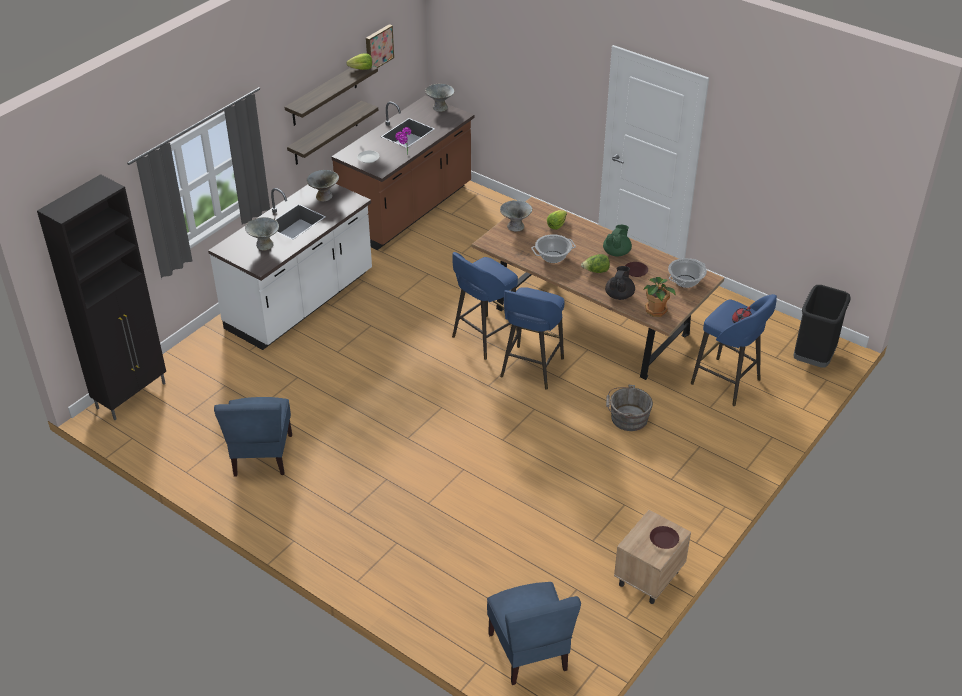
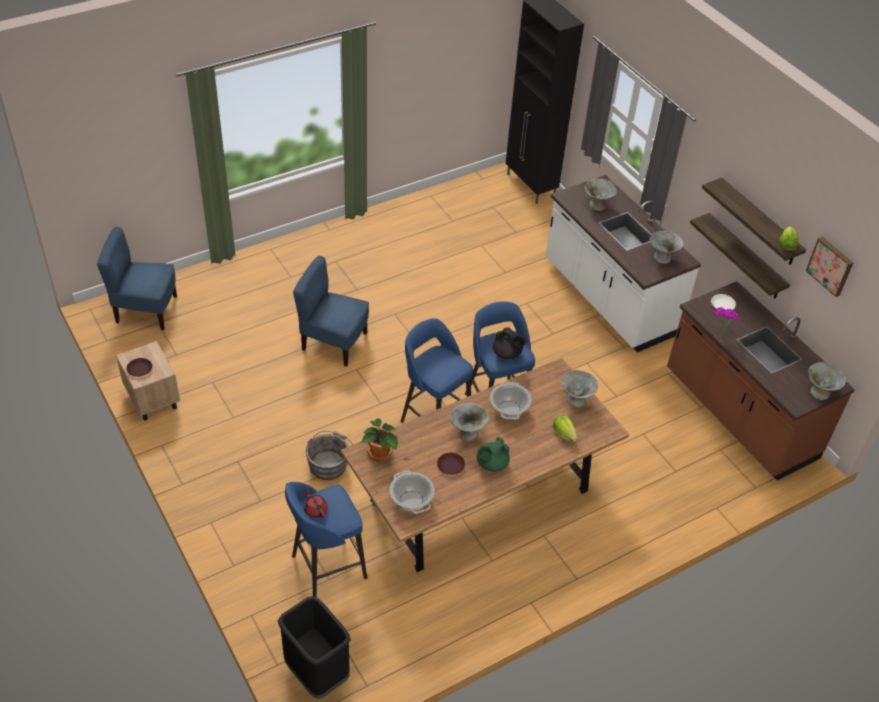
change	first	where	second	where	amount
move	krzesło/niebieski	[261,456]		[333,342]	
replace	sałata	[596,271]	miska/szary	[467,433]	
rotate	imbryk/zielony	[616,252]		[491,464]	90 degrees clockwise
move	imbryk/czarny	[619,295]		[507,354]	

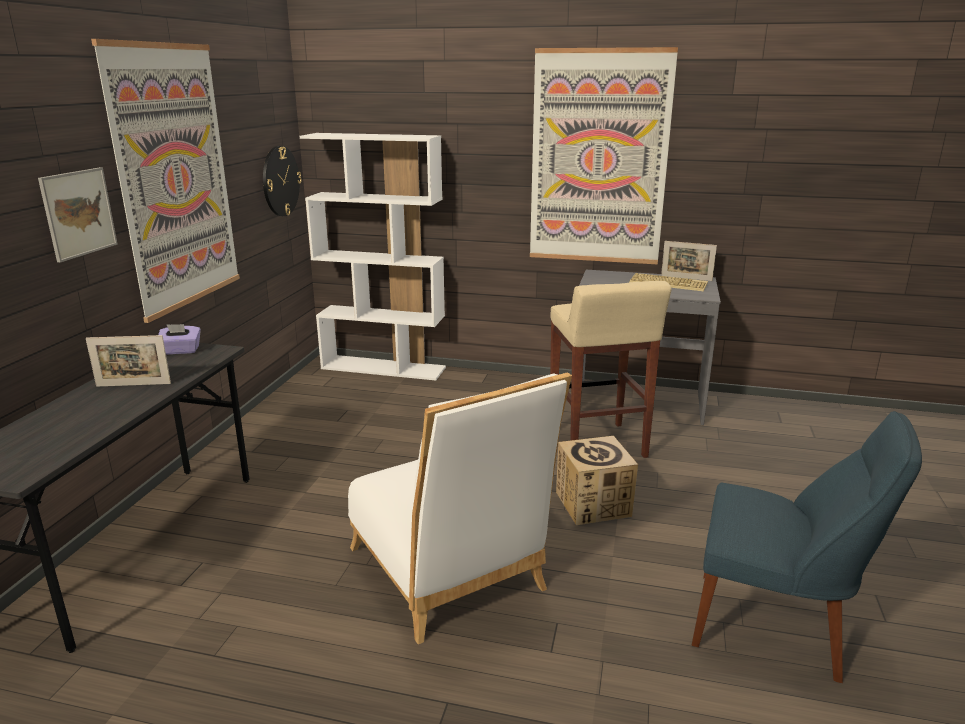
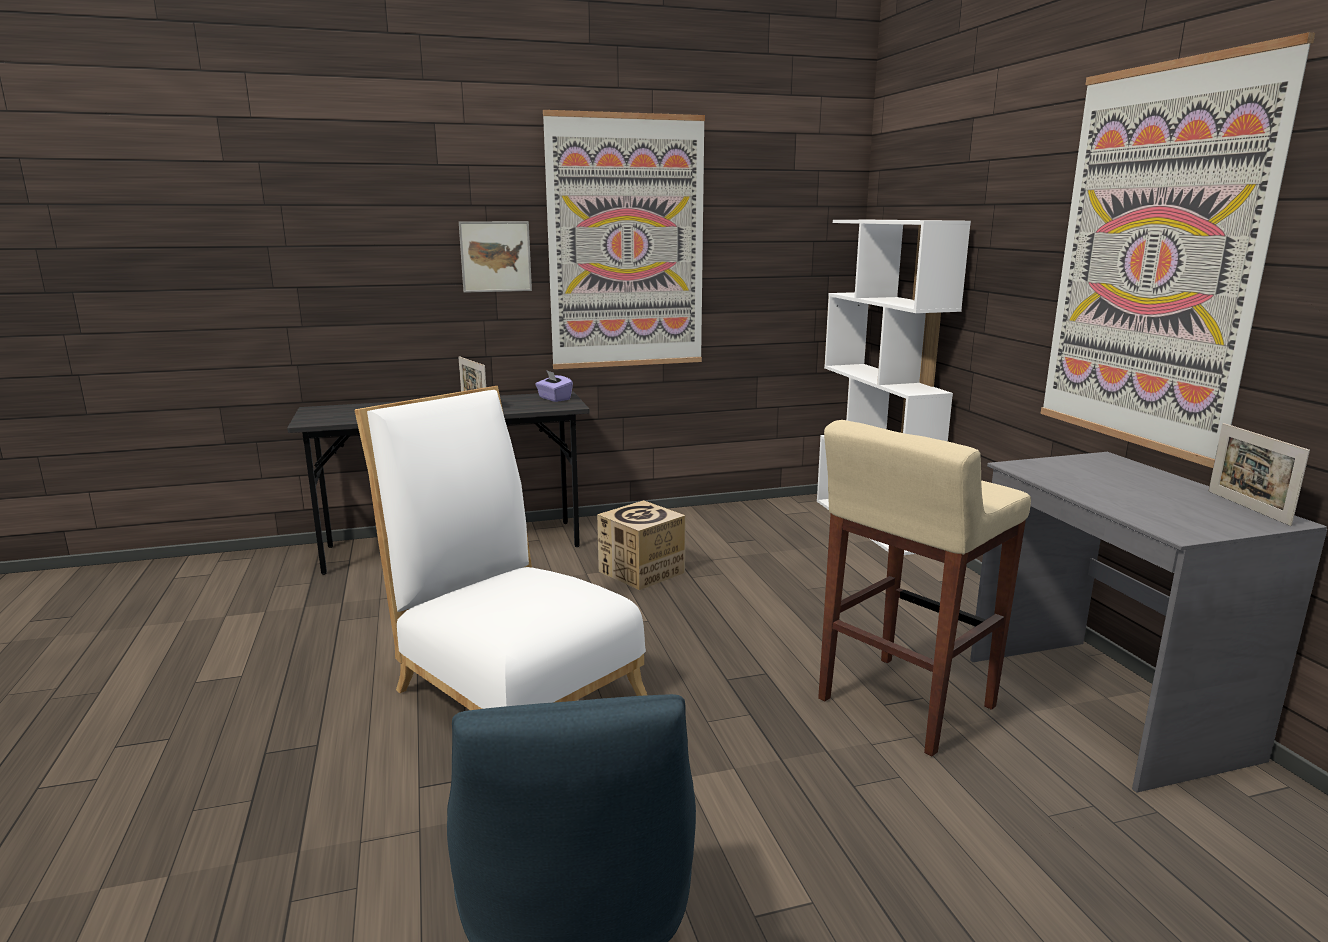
change	first	where	second	where	amount
delete	zegar ścienny	[280,181]			
rotate	krzesło/biały	[450,576]		[511,686]	105 degrees clockwise
move	karton	[593,504]		[641,572]	
delete	klawiatura	[669,283]			

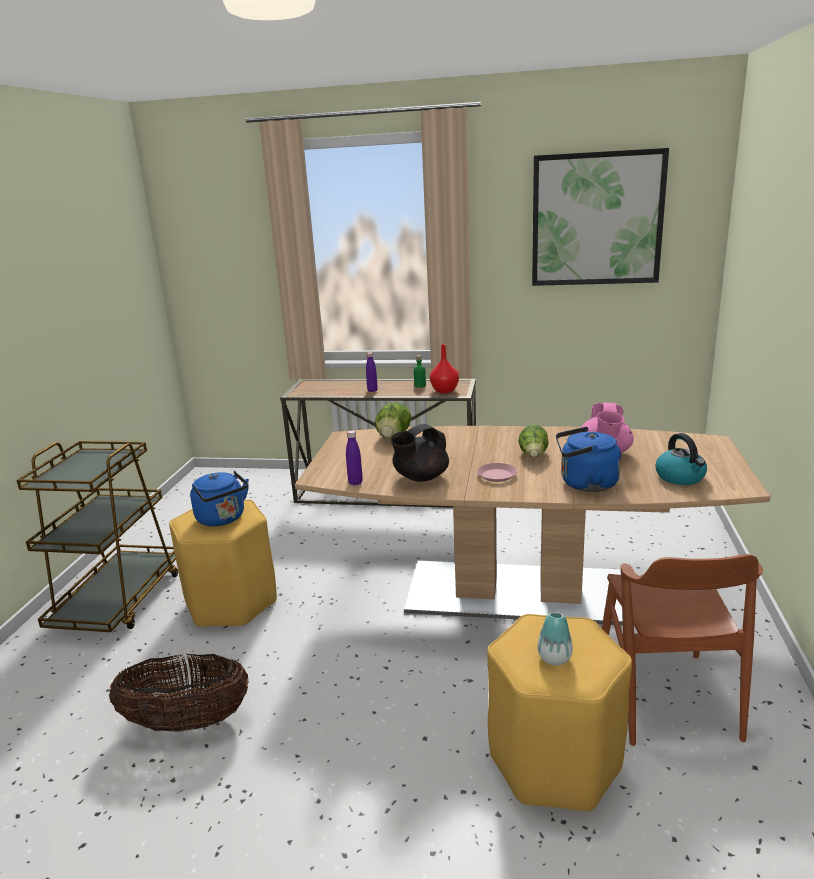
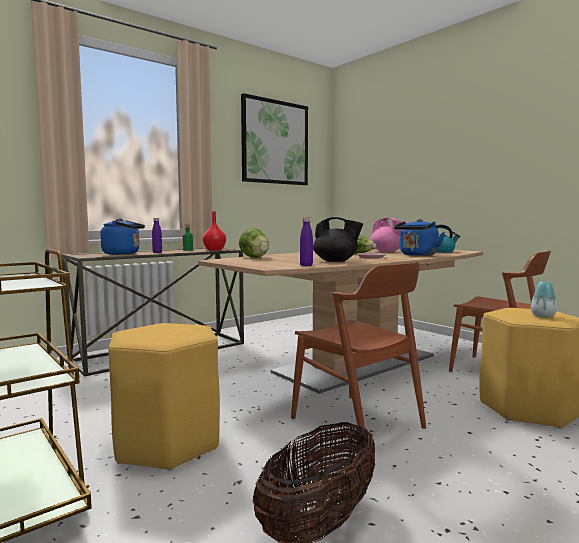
change	first	where	second	where	amount
move	czajnik/niebieski	[223,519]		[124,254]	
rotate	imbryk/czarny	[420,477]		[336,261]	75 degrees counterclockwise
insert			krzesło/brązowy	[357,423]	

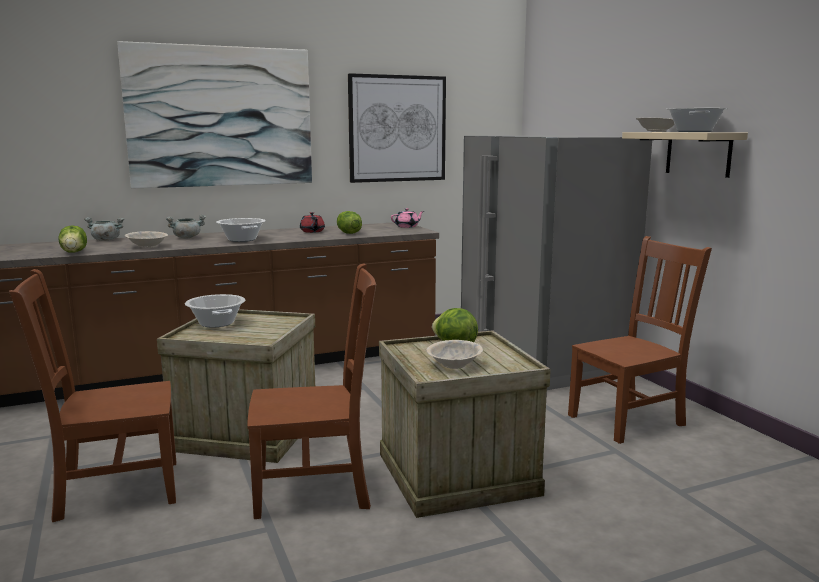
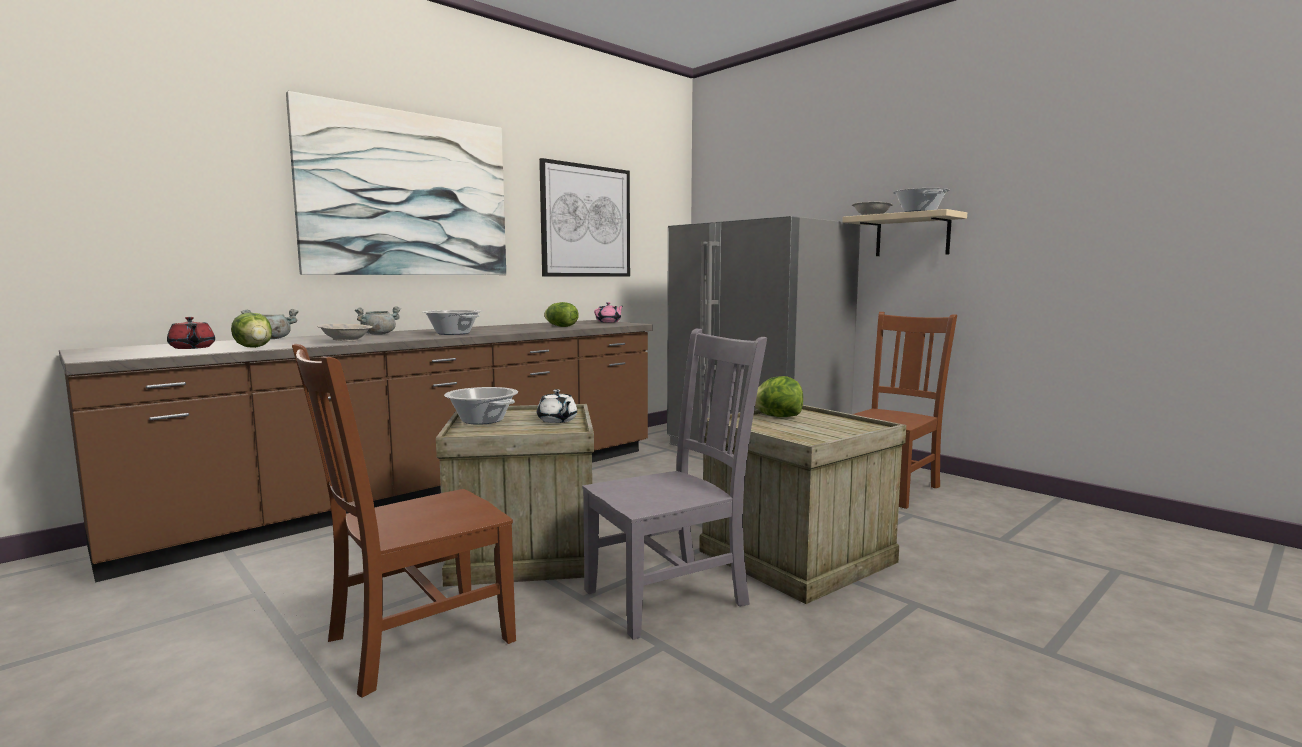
change	first	where	second	where	amount
recolor	krzesło/brązowy	[316,489]	krzesło/szary	[670,596]	
move	imbryk/czerwony	[312,231]		[192,348]	
delete	miska/beżowy	[454,365]			
insert			imbryk/biały	[557,420]	

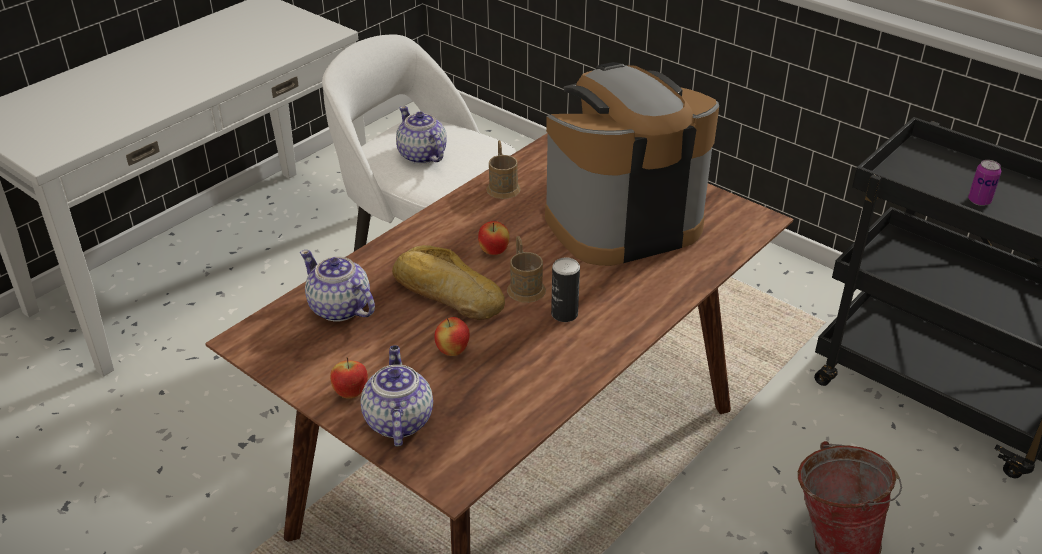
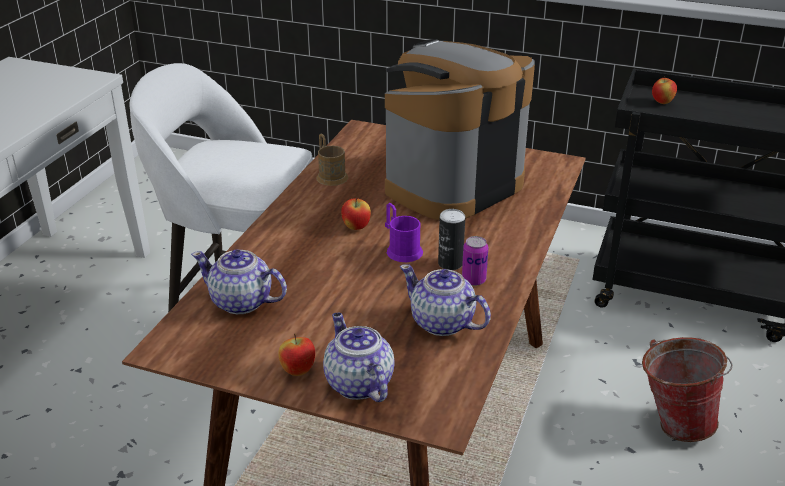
change	first	where	second	where	amount
delete	chleb	[446,294]			
move	imbryk	[422,156]		[442,323]	
move	jabłko	[452,351]		[662,102]	
recolor	kubek/brązowy	[524,286]	kubek/fioletowy	[401,249]	
move	puszka	[979,201]		[473,280]	

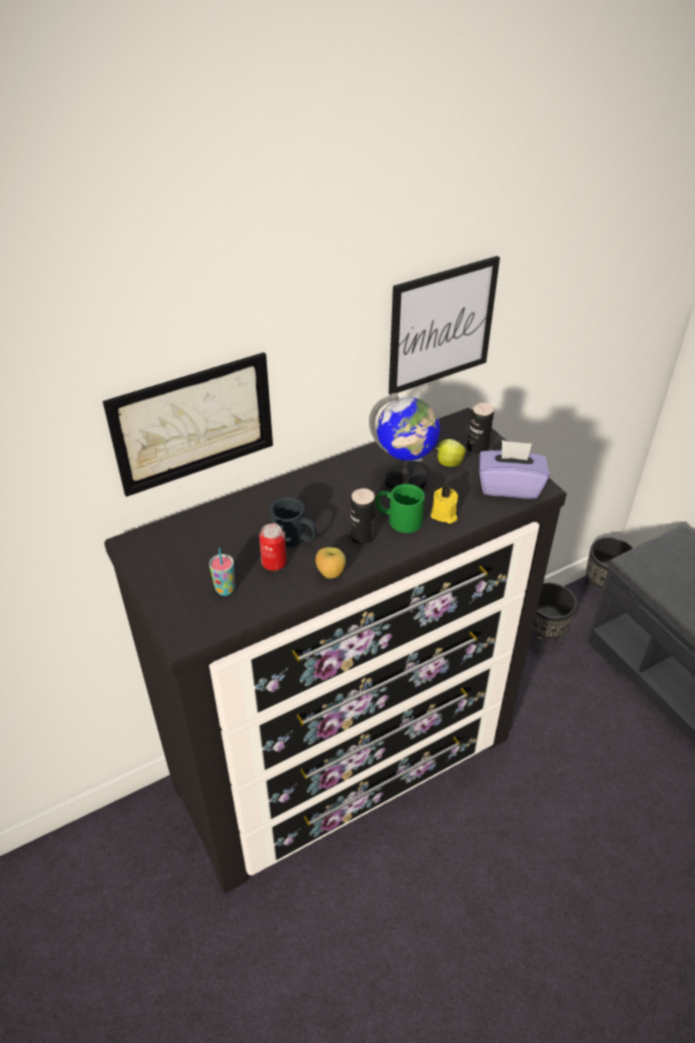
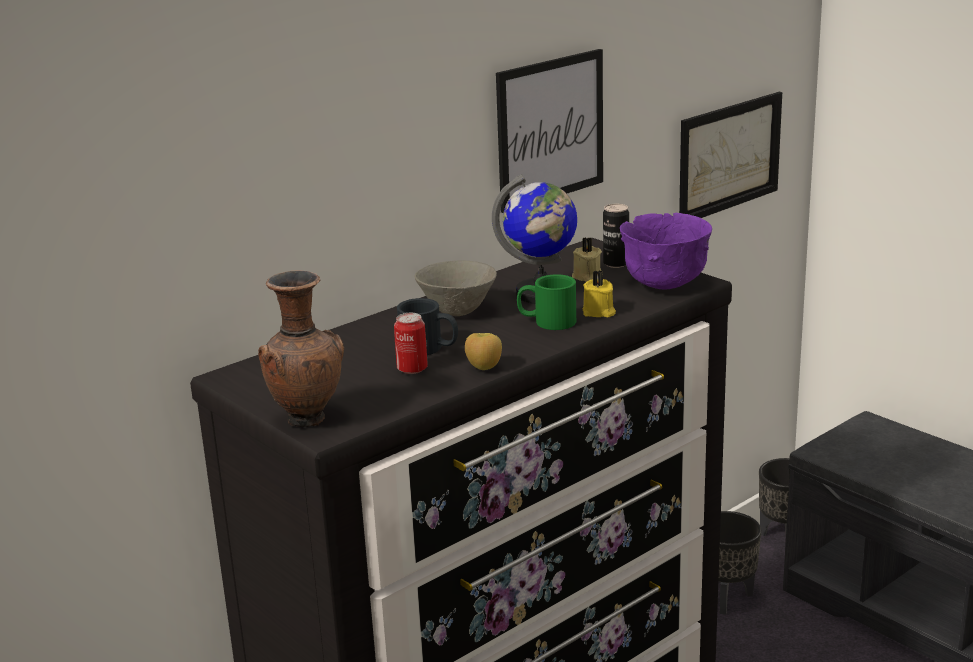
change	first	where	second	where	amount
move	obraz	[193,423]		[729,156]	
delete	filiżanka	[225,589]			
delete	puszka	[362,537]			
replace	jabłko	[448,463]	świeca/beżowy	[587,277]	
replace	pudełko chusteczek/fioletowy	[509,486]	miska/fioletowy	[665,285]	
insert			wazon/brązowy	[307,419]	
insert			miska/szary	[457,311]	

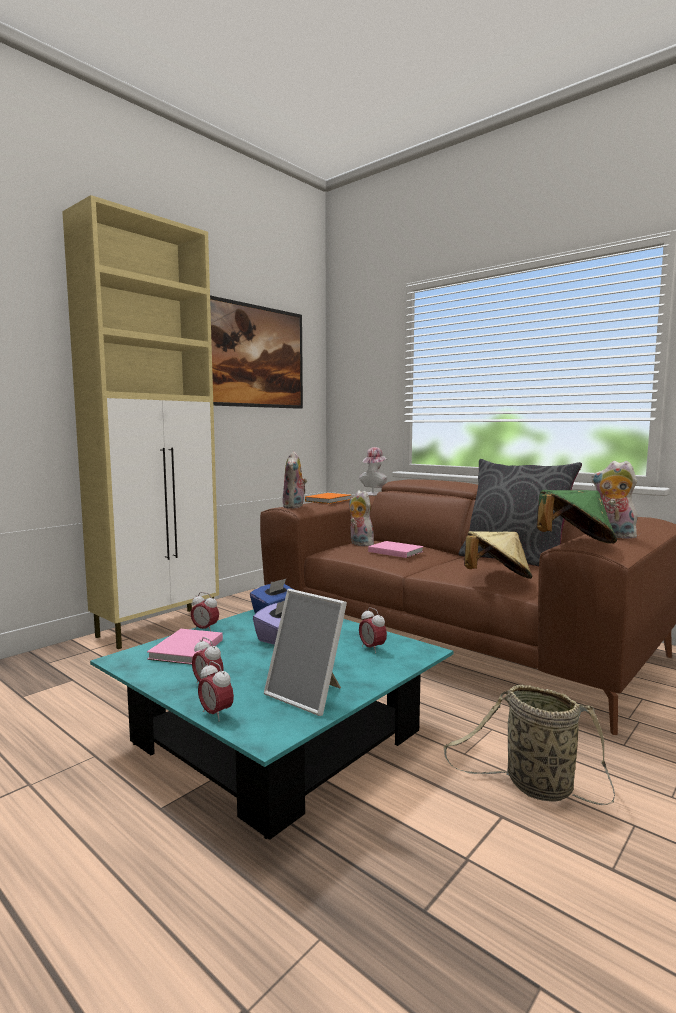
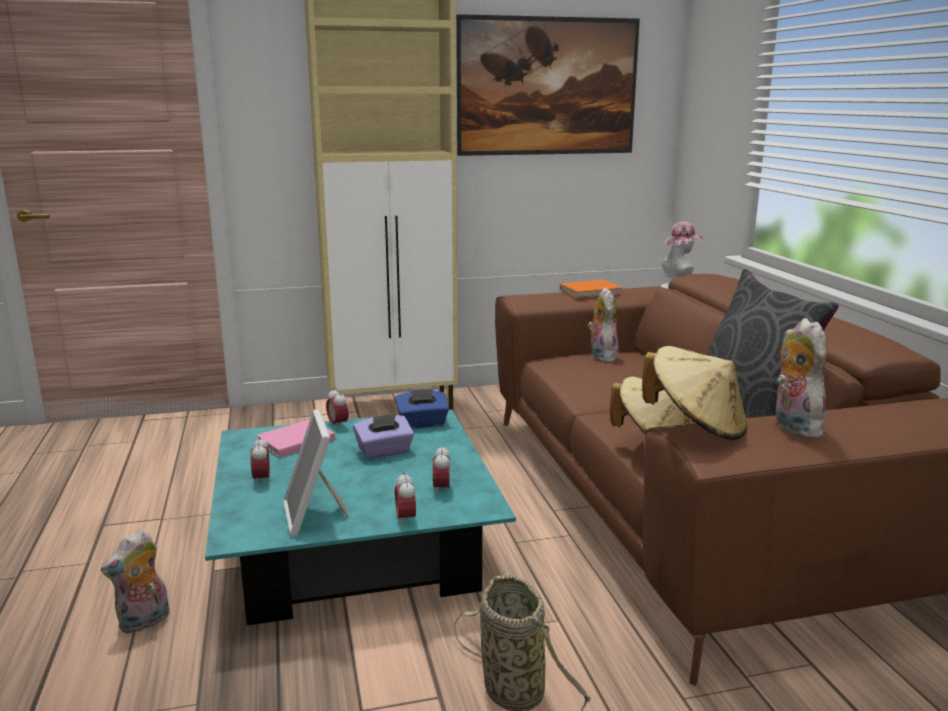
change	first	where	second	where	amount
move	budzik	[216,714]		[406,519]	
move	pluszak	[294,507]		[144,622]	
delete	książka/różowy	[395,551]			
recolor	kapelusz/zielony	[574,543]	kapelusz/beżowy	[696,426]	

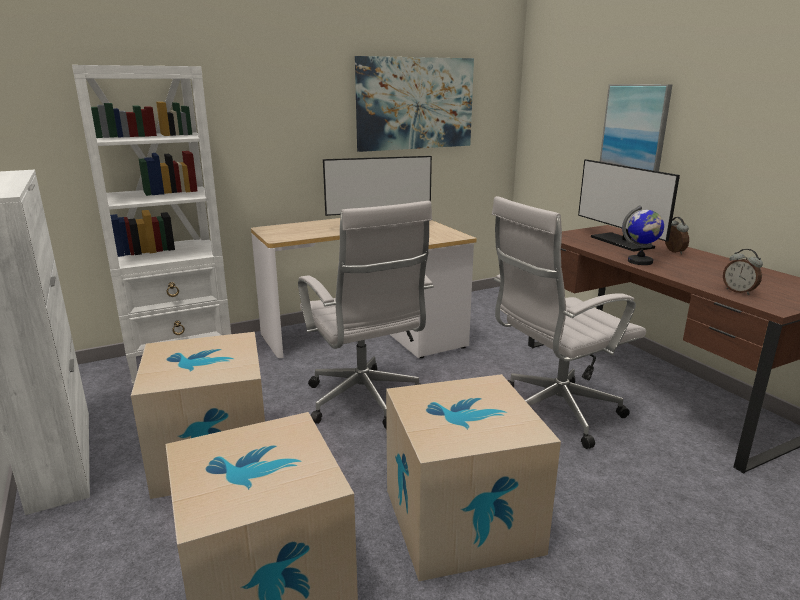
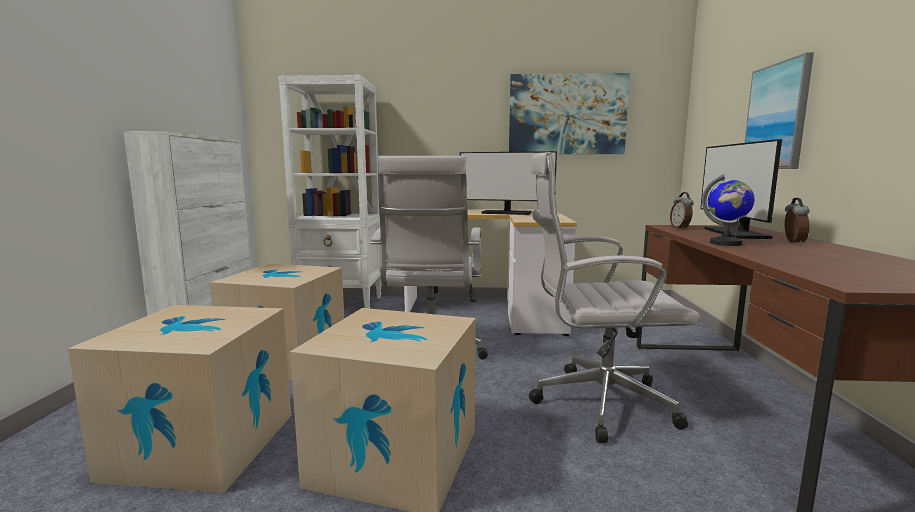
change	first	where	second	where	amount
move	budzik	[739,291]		[680,228]	

